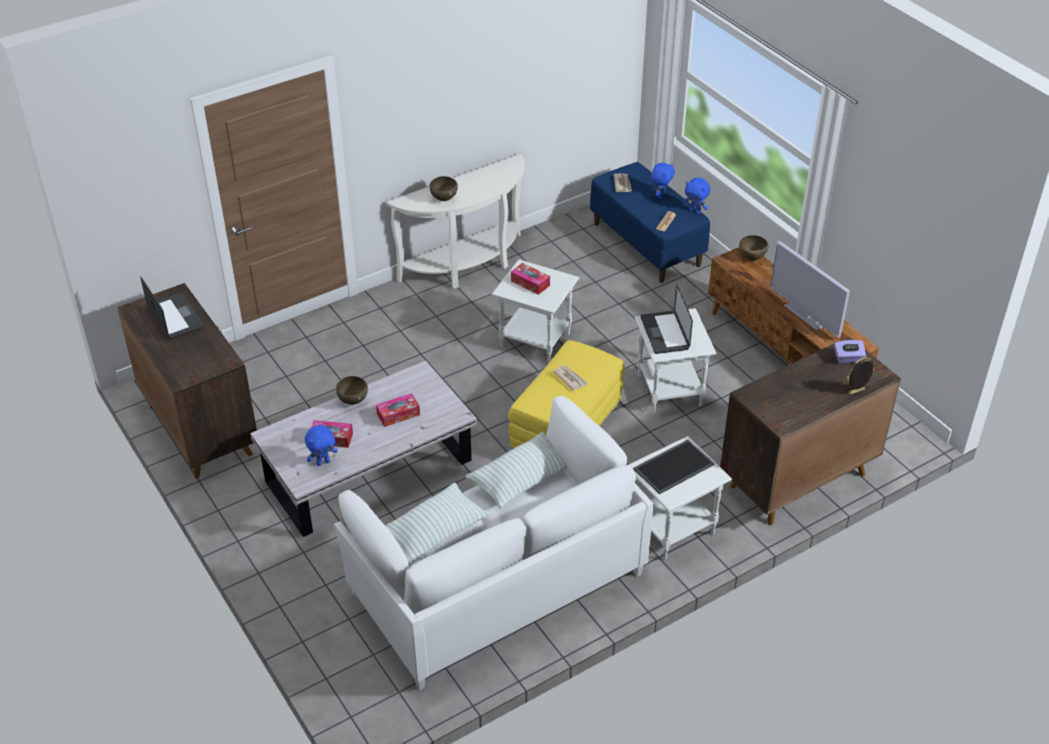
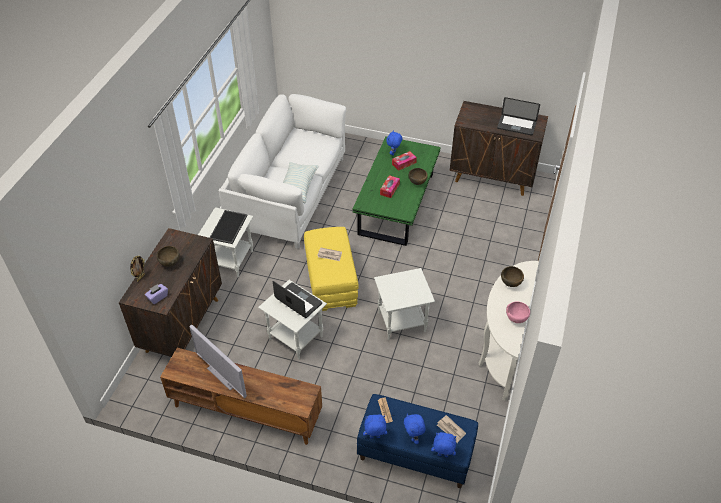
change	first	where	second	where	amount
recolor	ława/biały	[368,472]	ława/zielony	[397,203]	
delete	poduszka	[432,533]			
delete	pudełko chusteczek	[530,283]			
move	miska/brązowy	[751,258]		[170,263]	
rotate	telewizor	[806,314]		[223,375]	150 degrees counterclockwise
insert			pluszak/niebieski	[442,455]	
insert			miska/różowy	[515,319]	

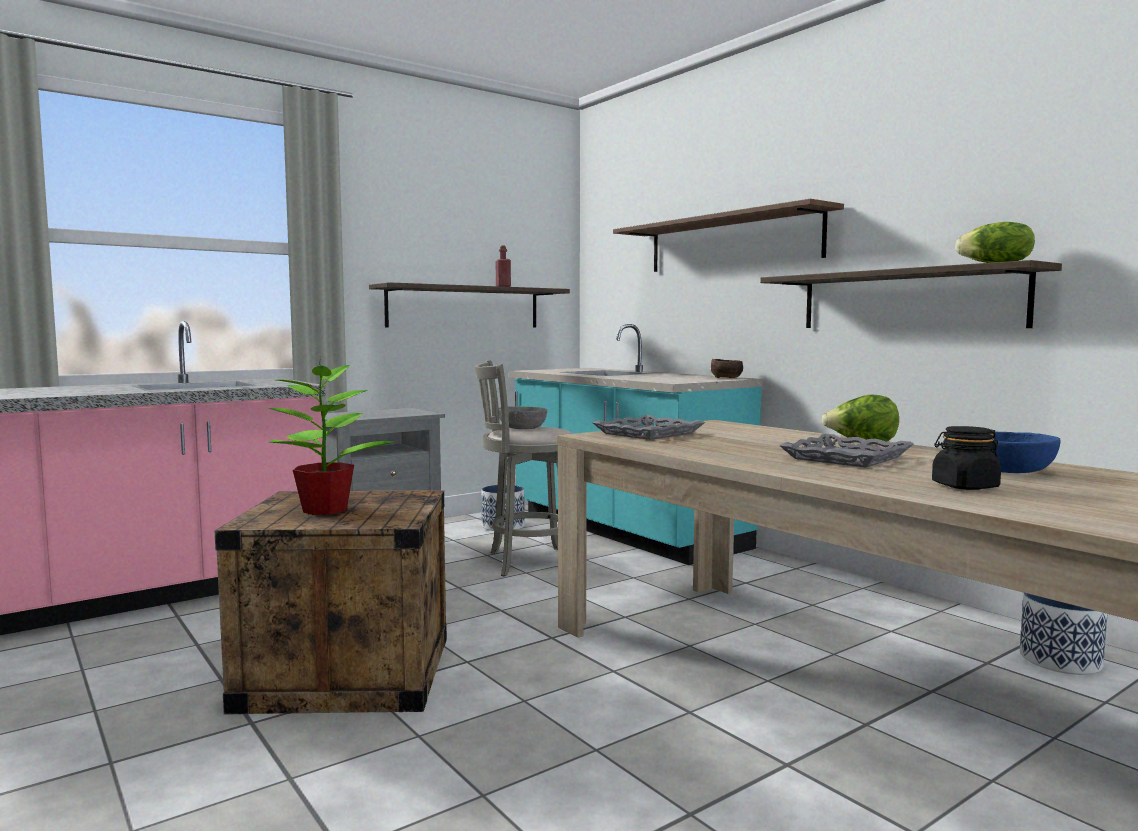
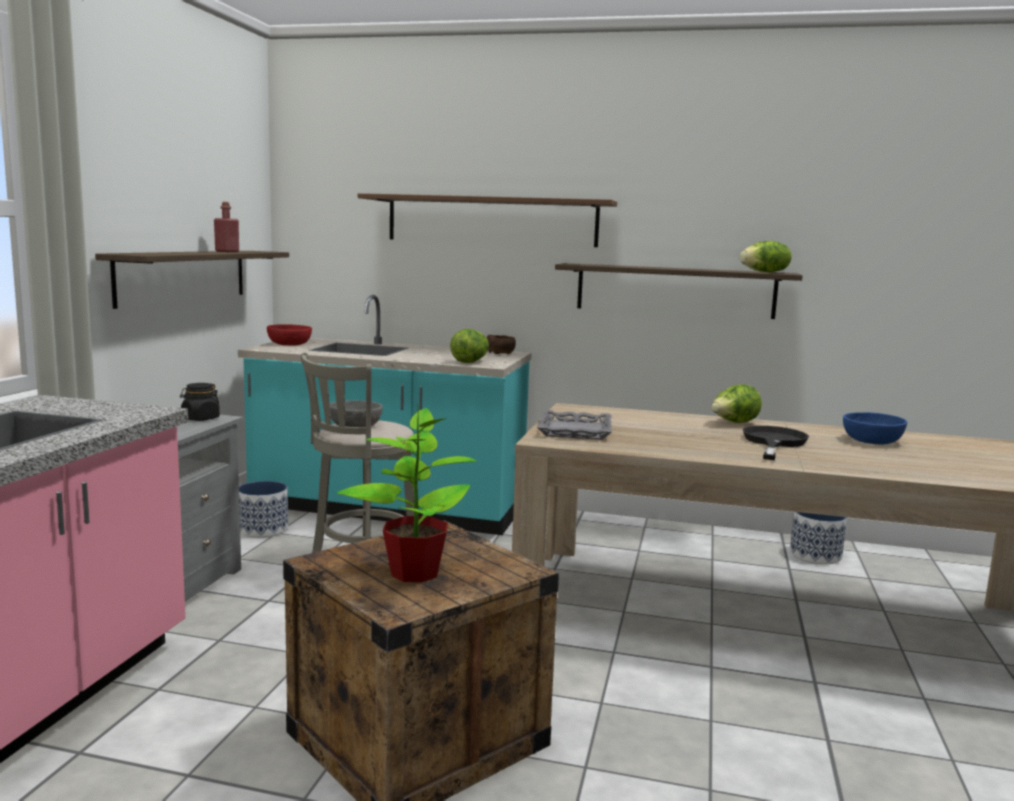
change	first	where	second	where	amount
replace	taca/szary	[845,458]	patelnia/czarny	[773,442]	
move	słoik/czarny	[964,486]		[200,418]	
insert			miska/czerwony	[290,344]	
insert			sałata	[470,362]	

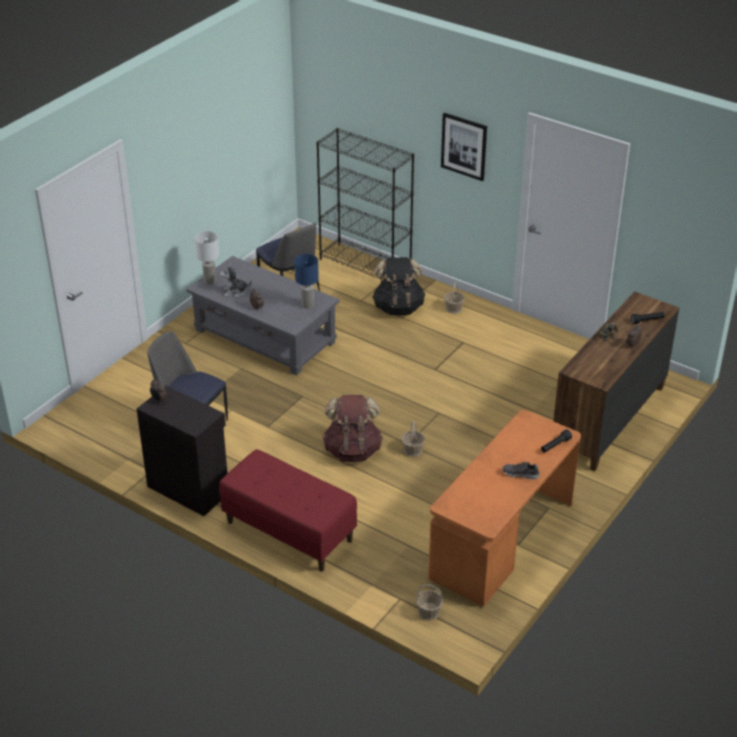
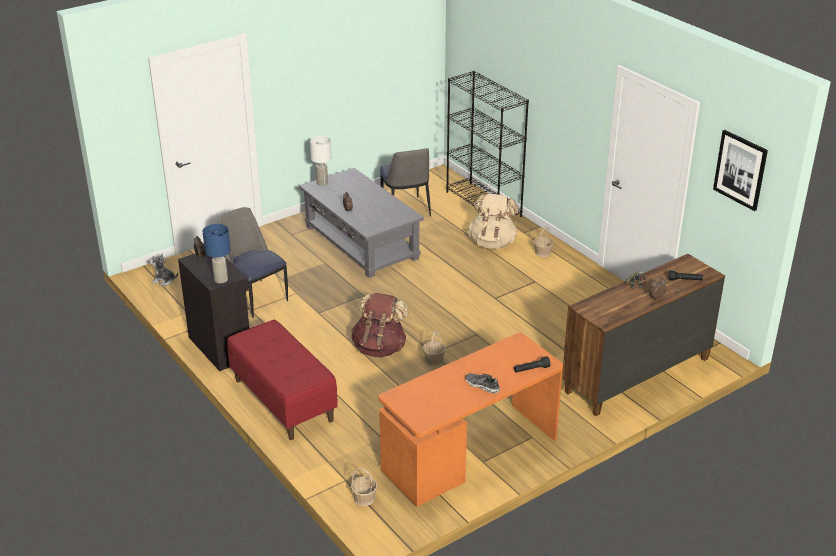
change	first	where	second	where	amount
move	pluszak	[235,292]		[164,281]	
move	lampa stołowa/niebieski	[308,305]		[221,280]	
recolor	plecak/czarny	[398,307]	plecak/beżowy	[492,242]	
move	obraz	[464,146]		[740,169]	

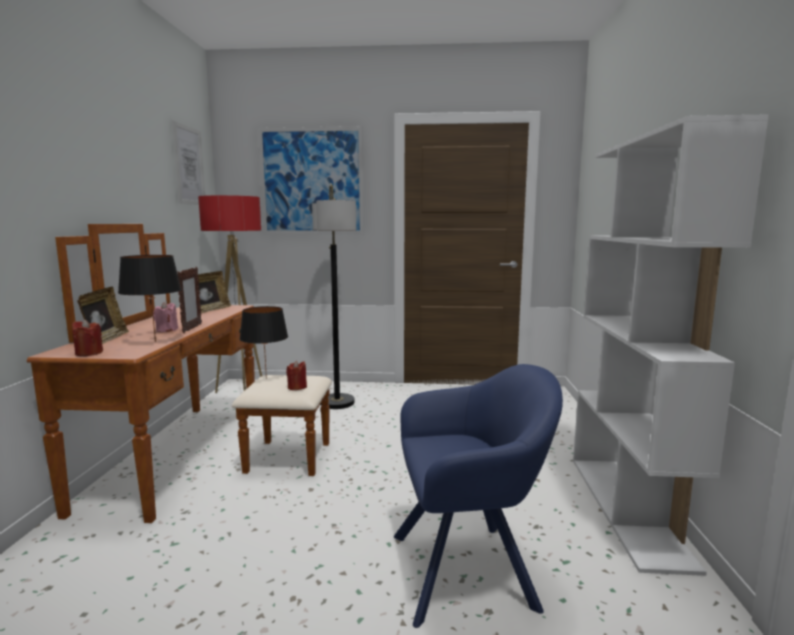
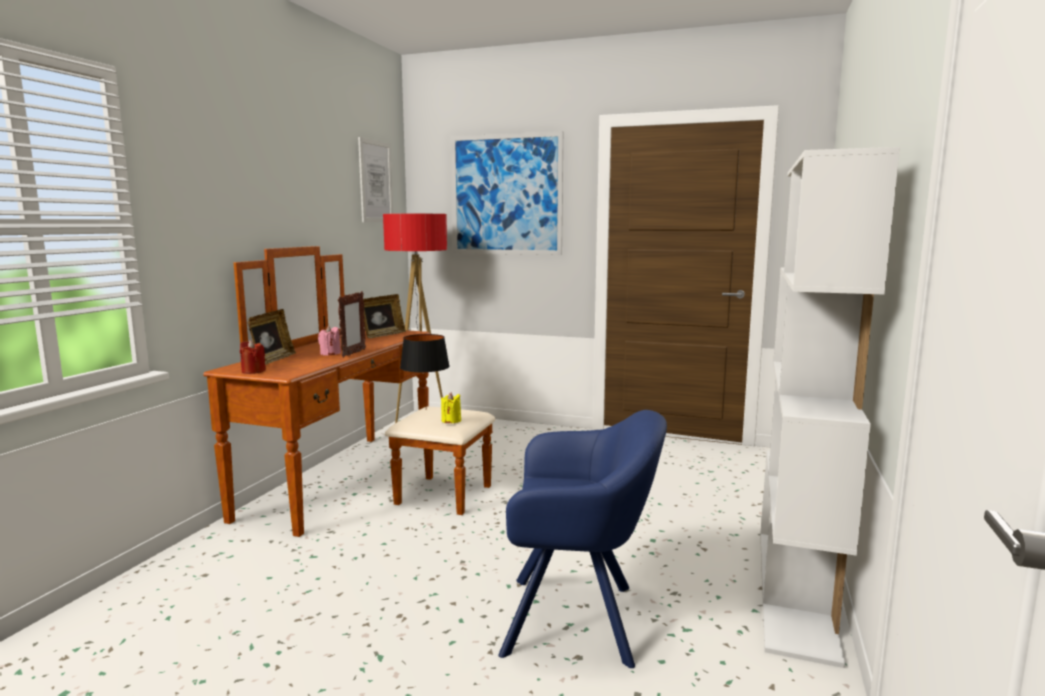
change	first	where	second	where	amount
delete	lampa stołowa/czarny	[154,341]			
recolor	świeca/czerwony	[297,387]	świeca/żółty	[451,421]	
delete	lampa stojąca	[337,402]			

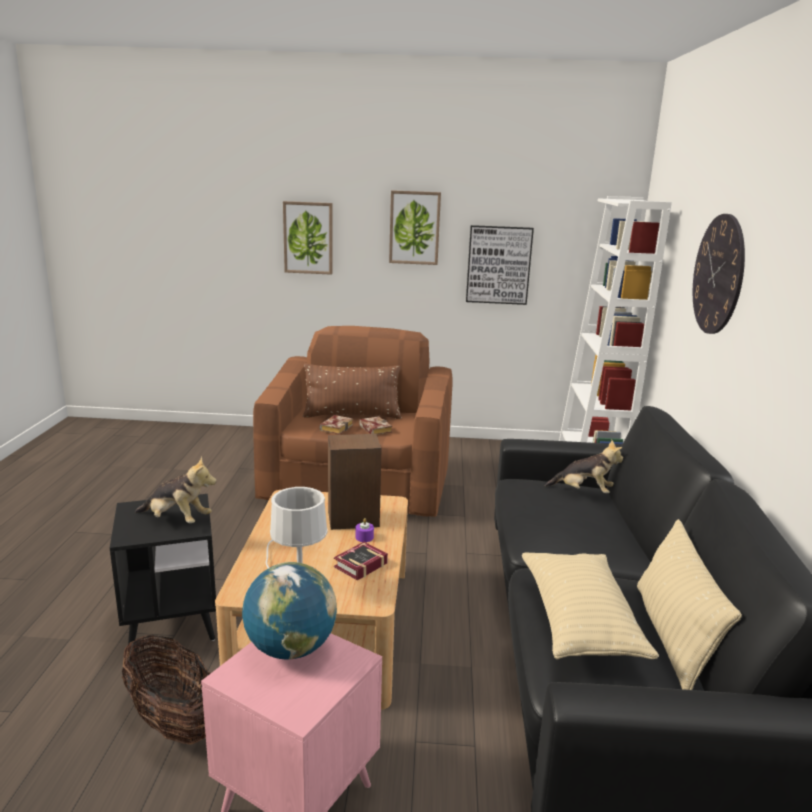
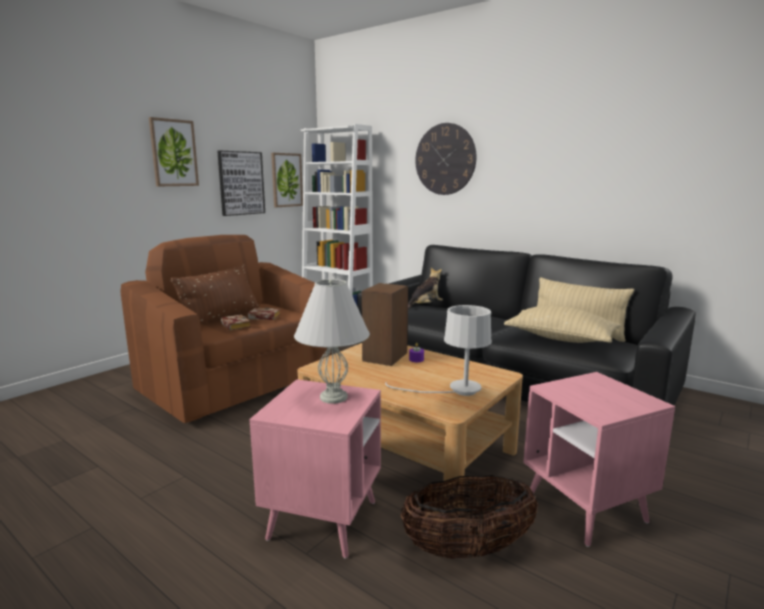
change	first	where	second	where	amount
recolor	stolik/czarny	[172,623]	stolik/różowy	[323,520]	
replace	pluszak	[177,520]	lampa stołowa/biały	[333,397]	
delete	globus	[291,648]			
move	obraz	[308,238]		[286,180]	
delete	książka	[358,565]			

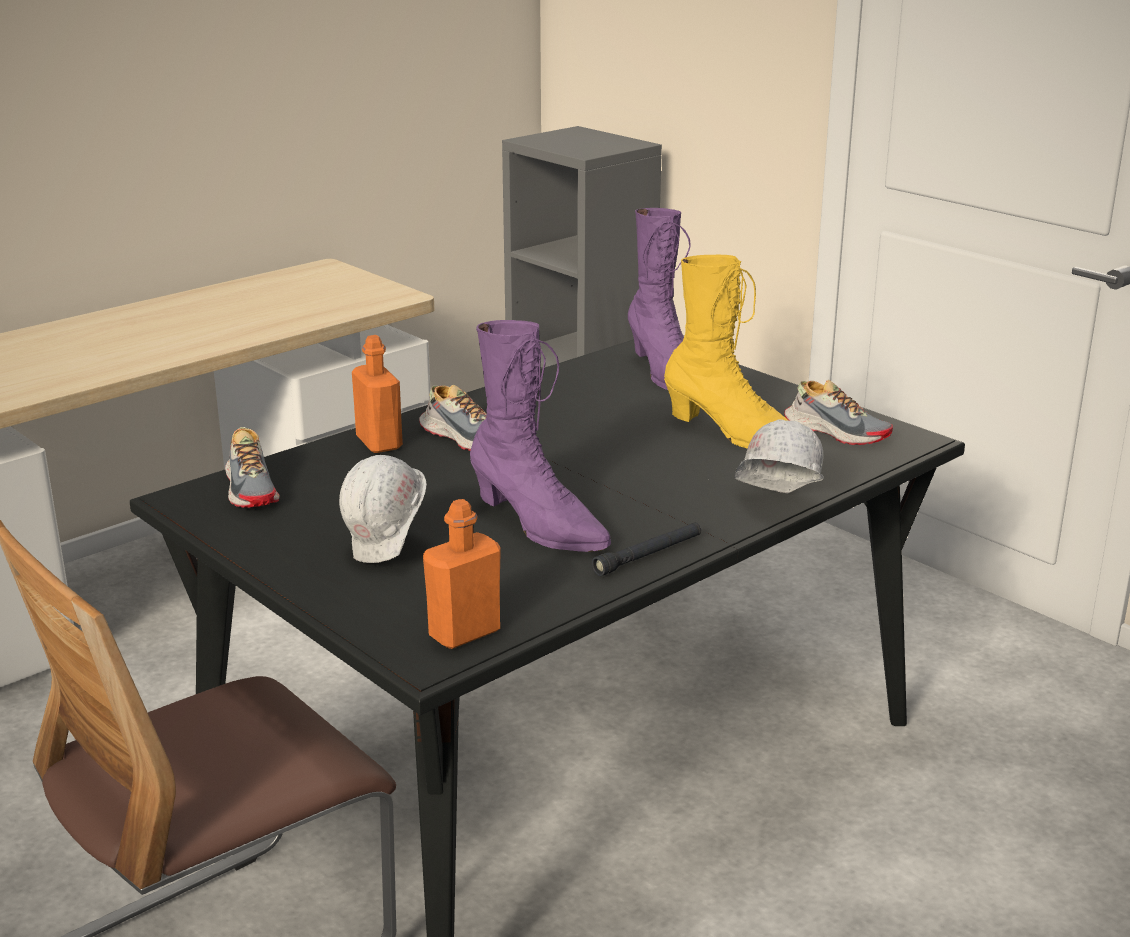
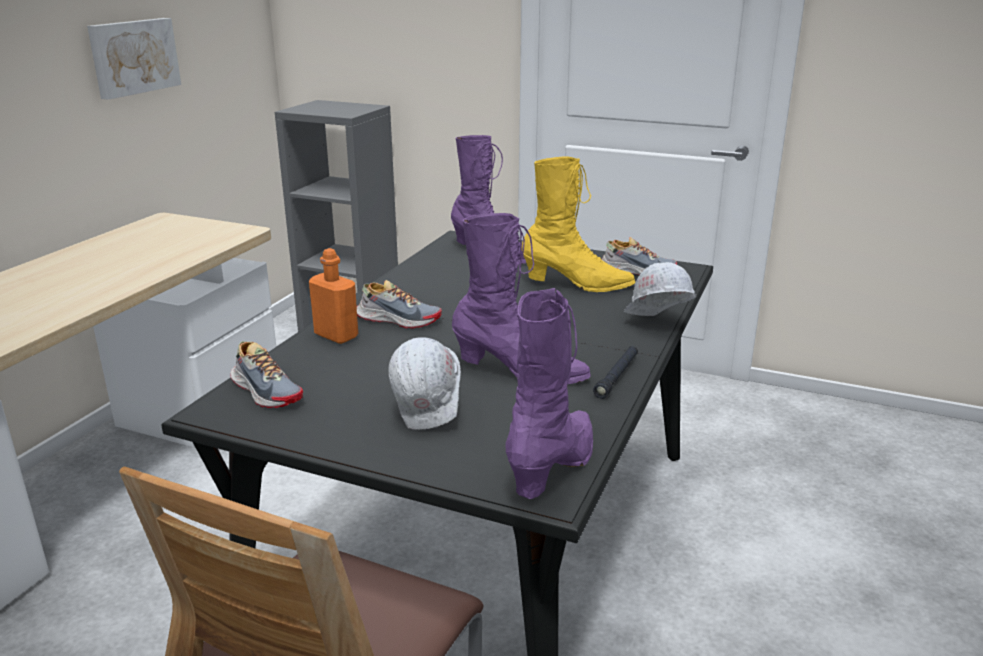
change	first	where	second	where	amount
replace	butelka/pomarańczowy	[464,633]	but z cholewką/fioletowy	[555,466]	
insert			obraz	[133,57]	

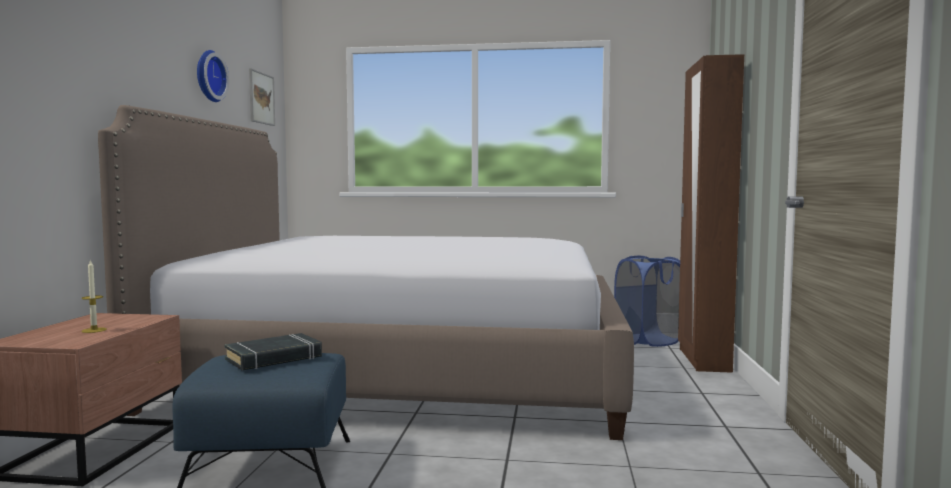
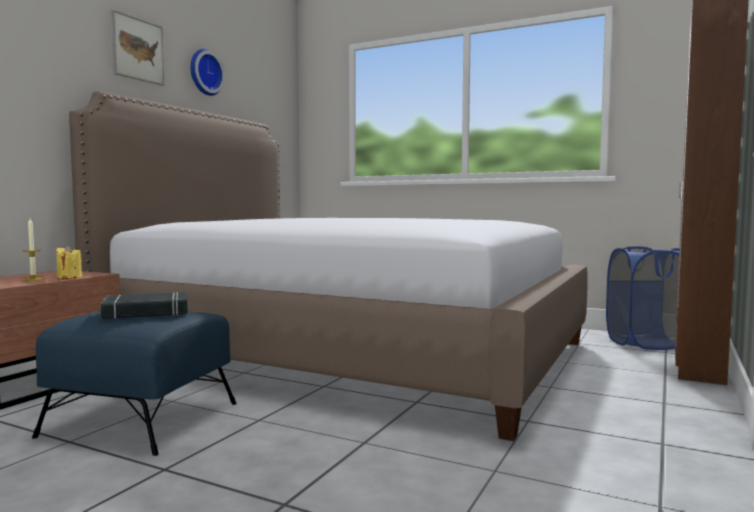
change	first	where	second	where	amount
move	obraz	[261,98]		[138,49]	
insert			świeca/żółty	[69,277]	

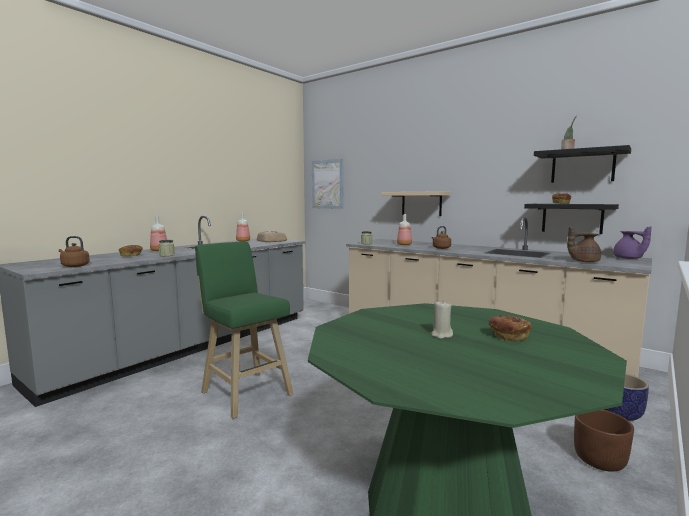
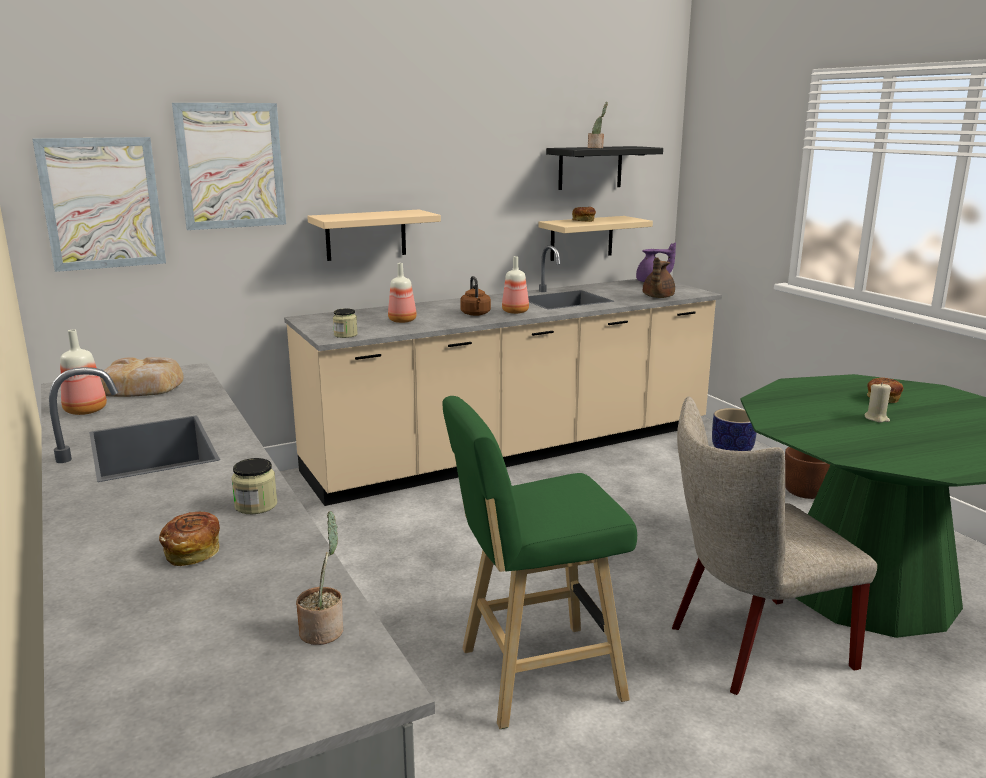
change	first	where	second	where	amount
replace	czajnik/brązowy	[74,266]	roślina doniczkowa	[324,630]	
move	butelka	[160,250]		[515,311]	
recolor	półka/czarny	[572,218]	półka/beżowy	[581,238]	
insert			obraz	[231,166]	
insert			krzesło/beżowy	[750,647]	

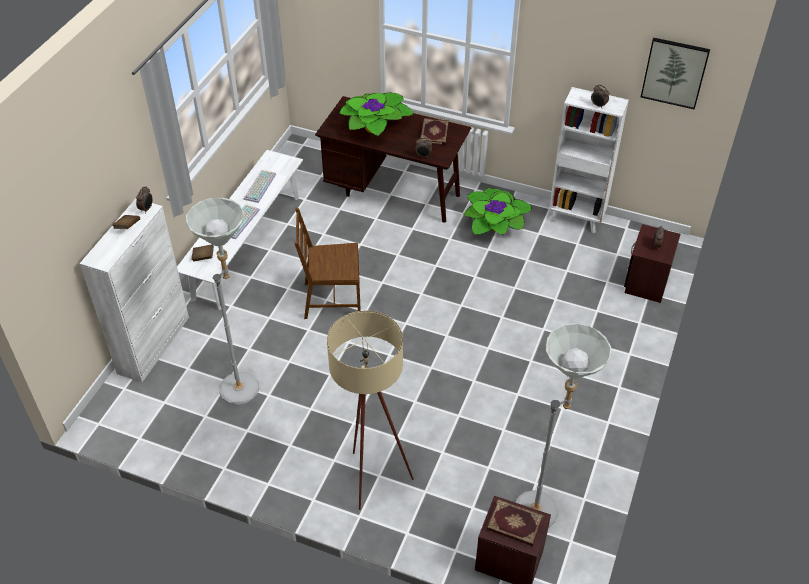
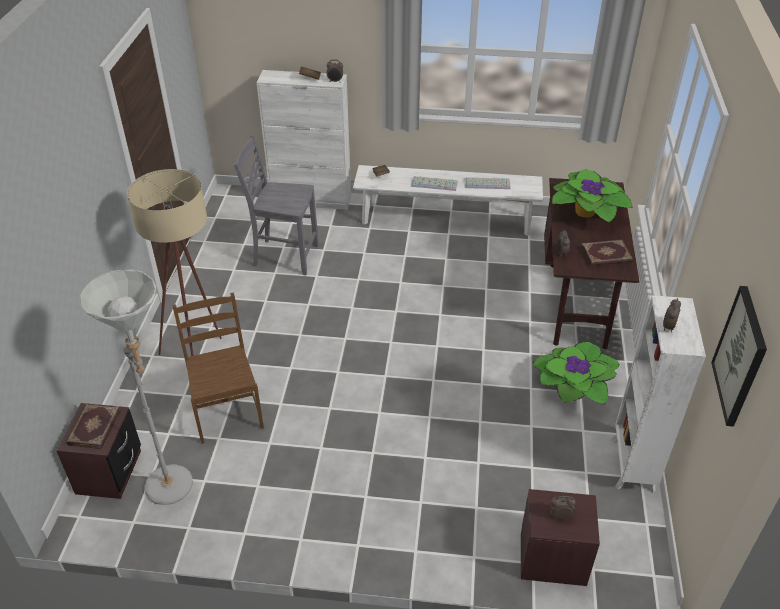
change	first	where	second	where	amount
replace	lampa stojąca/szary	[244,383]	krzesło/szary	[284,256]	
move	krzesło/brązowy	[331,300]		[226,411]	

